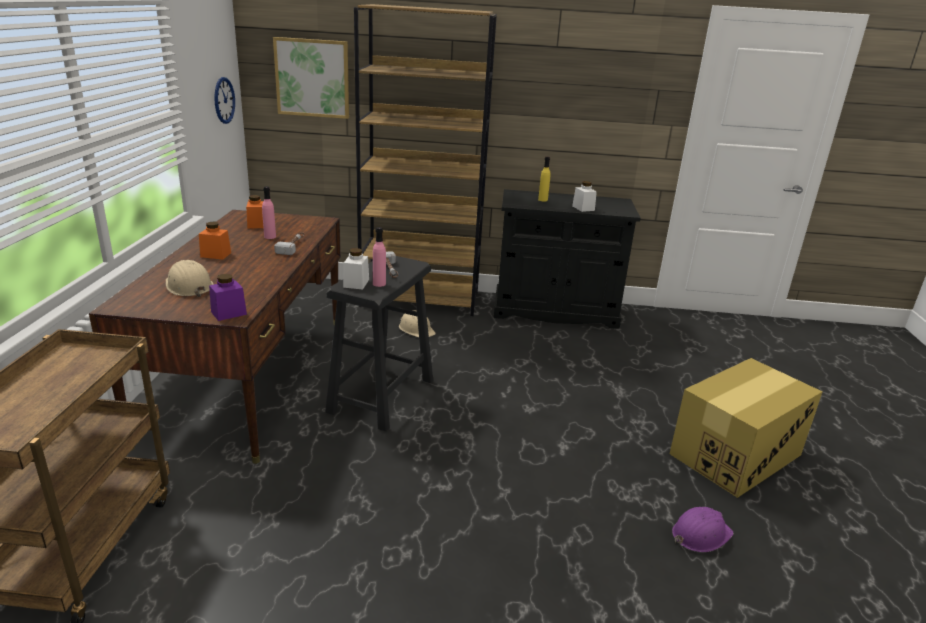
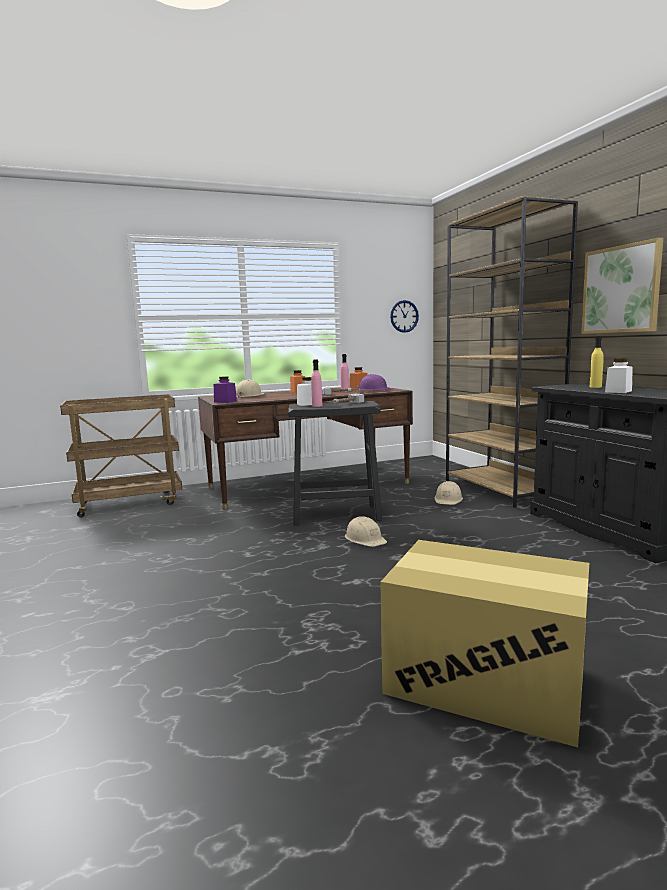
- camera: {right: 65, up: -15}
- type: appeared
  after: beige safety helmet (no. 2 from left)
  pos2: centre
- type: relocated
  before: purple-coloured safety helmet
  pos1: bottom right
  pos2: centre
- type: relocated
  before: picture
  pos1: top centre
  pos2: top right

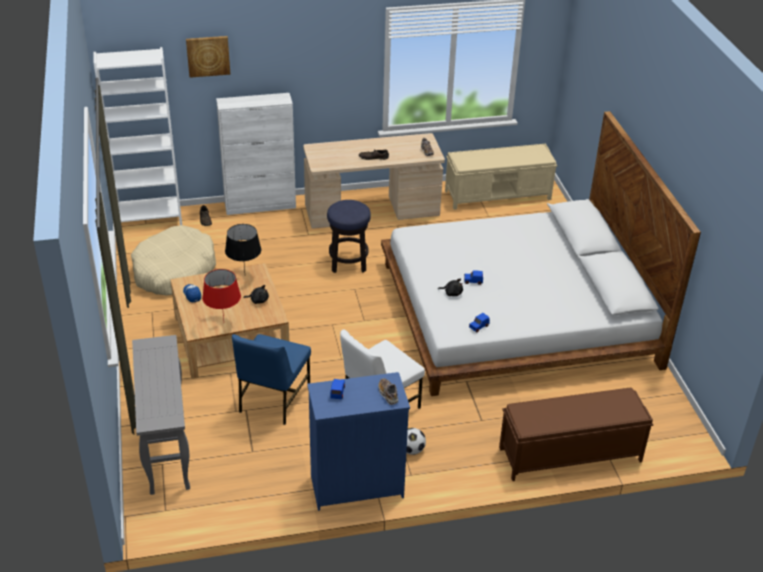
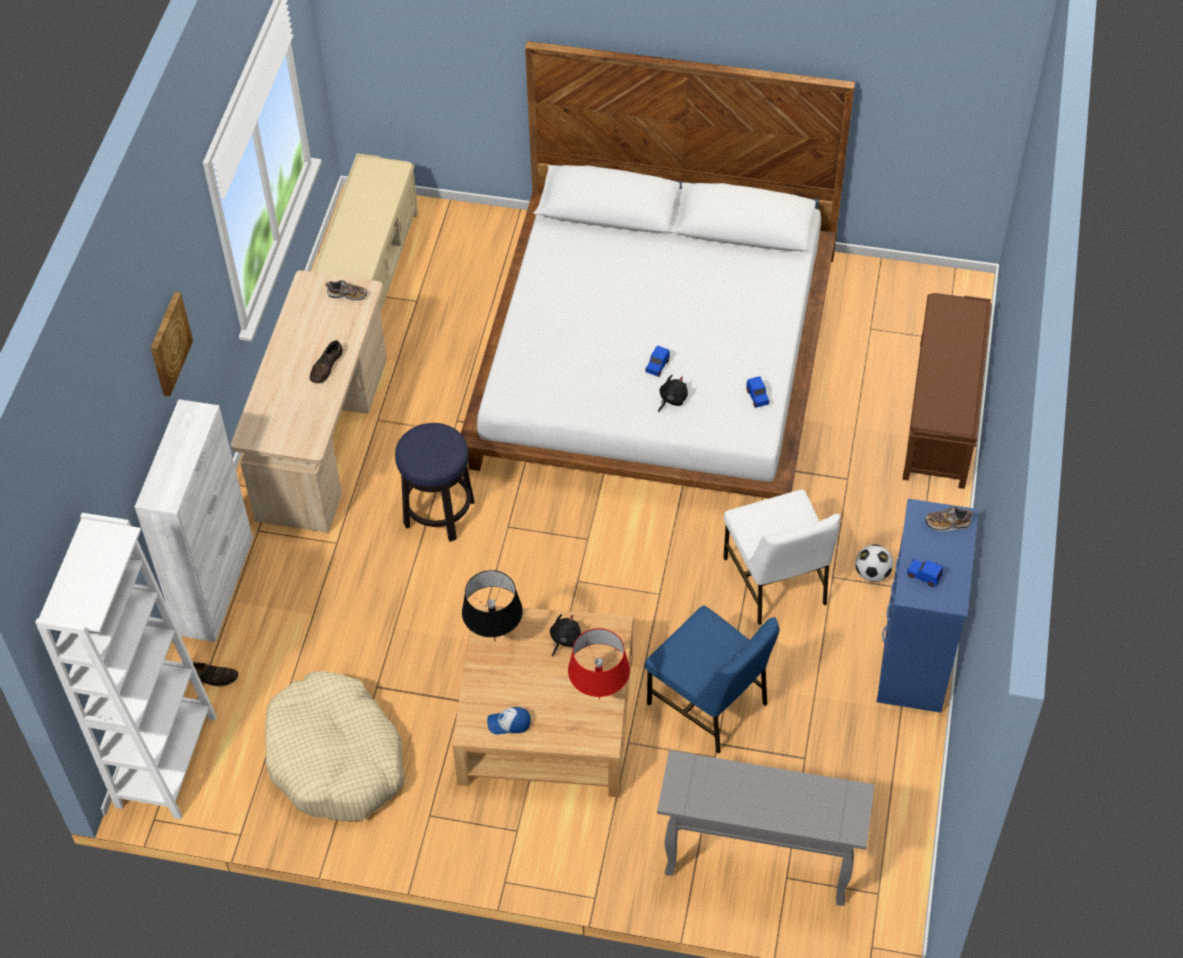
- camera: {right: -65, up: 15}
- type: relocated
  before: picture
  pos1: top left
  pos2: middle left

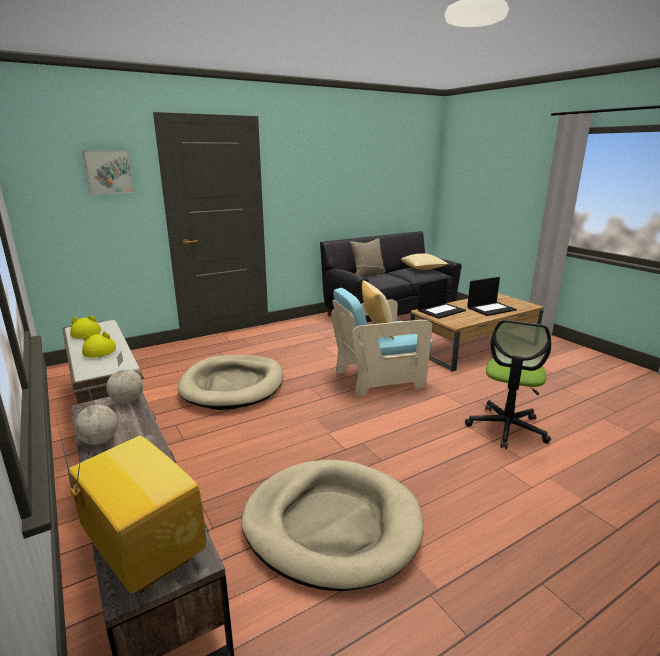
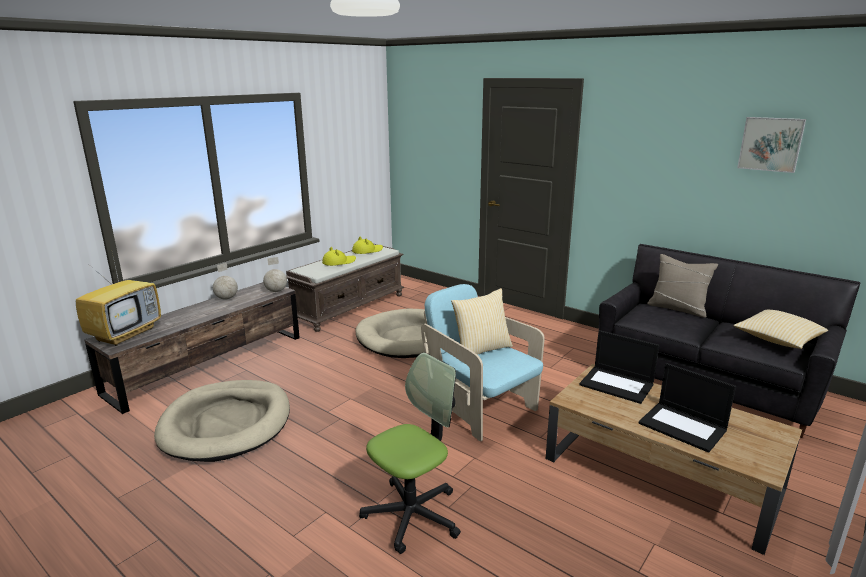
- camera: {right: 70, up: 0}
- type: spun
  before: computer chair
  pos1: middle right
  pos2: bottom centre
  turn: 135
- type: relocated
  before: picture
  pos1: top left
  pos2: top right

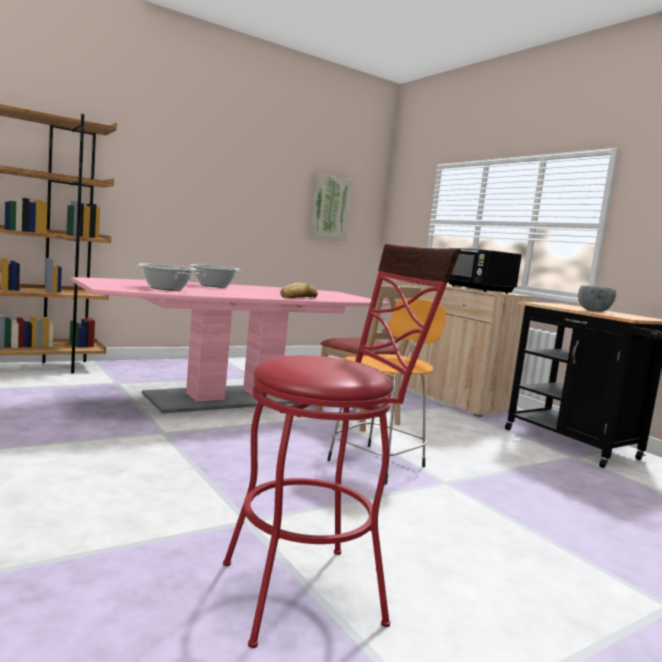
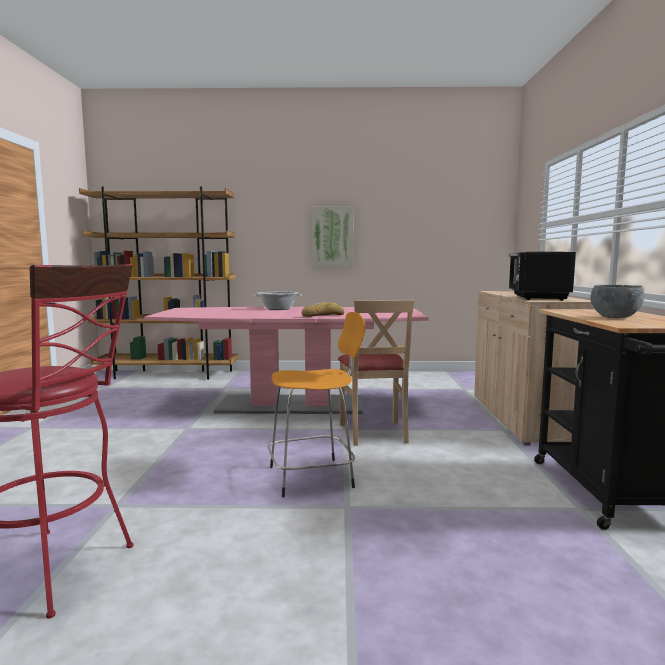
- camera: {right: 35, up: 0}
- type: relocated
  before: picture
  pos1: top centre
  pos2: centre
- type: missing
  before: stockpot (no. 1 from left)
  pos1: middle left

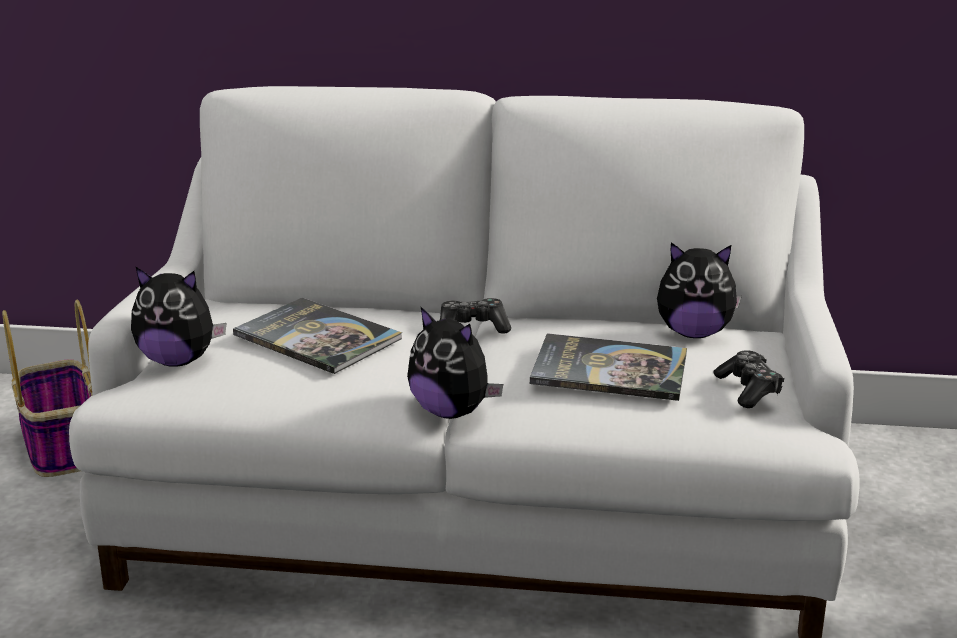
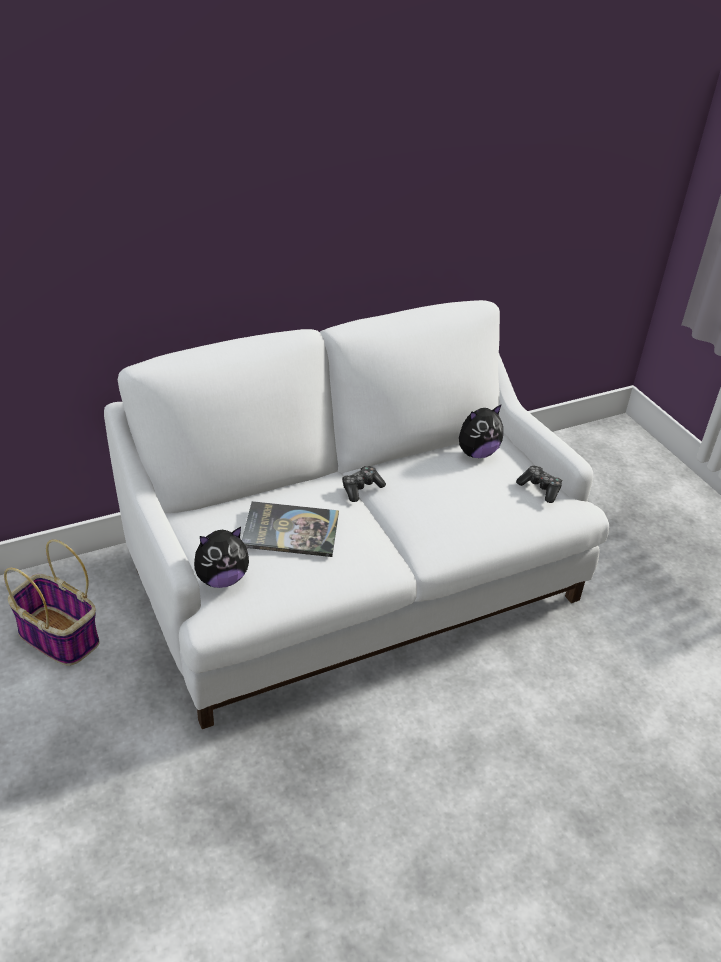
- camera: {right: -35, up: 15}
- type: missing
  before: plush toy (no. 2 from left)
  pos1: centre
- type: missing
  before: volume (no. 2 from left)
  pos1: centre

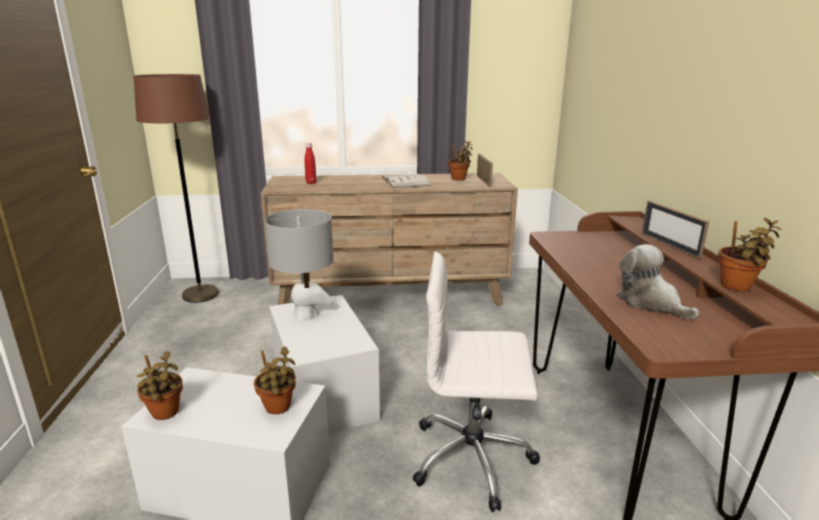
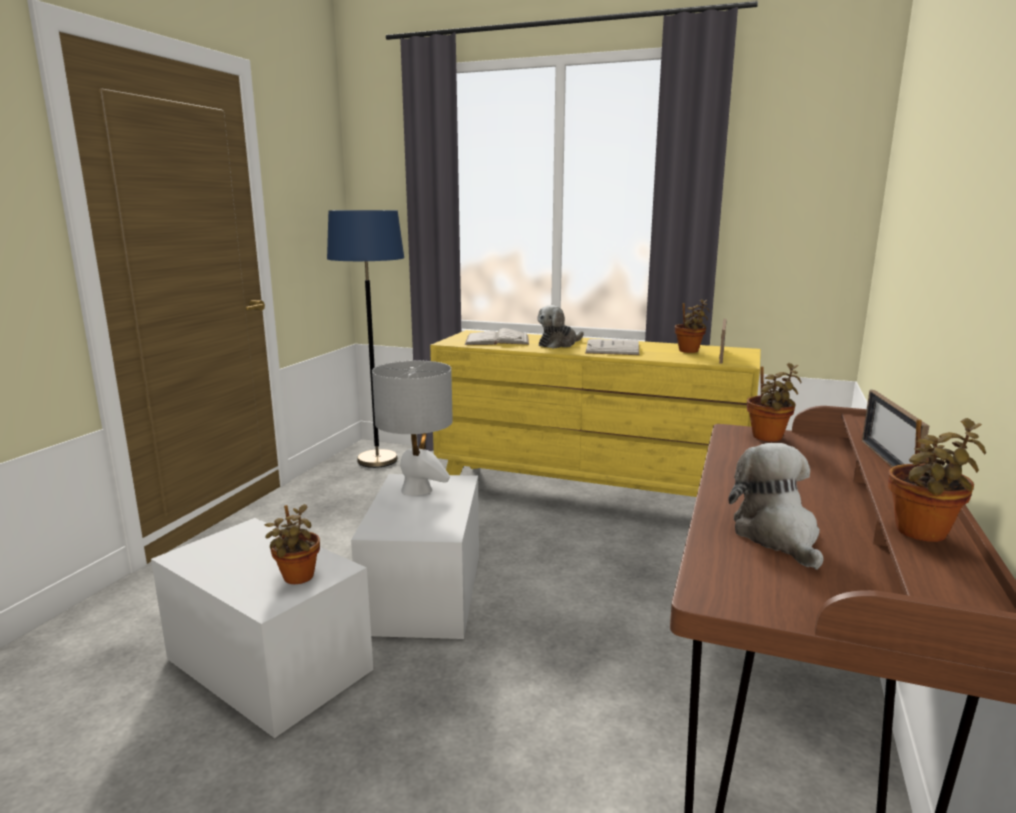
- camera: {right: 25, up: -5}
- type: colour
  before: brown-coloured standard lamp
  after: blue standard lamp
  pos1: middle left
  pos2: centre
- type: colour
  before: brown-coloured dresser
  after: yellowish dresser
  pos1: centre
  pos2: centre
- type: exchanged
  before: red-coloured bottle
  after: white volume (no. 1 from left)
  pos1: top centre
  pos2: centre
- type: appeared
  after: plush toy (no. 1 from left)
  pos2: centre
- type: relocated
  before: houseplant (no. 1 from left in the first image)
  after: houseplant (no. 3 from left)
  pos1: bottom left
  pos2: middle right
- type: missing
  before: white computer chair
  pos1: bottom centre

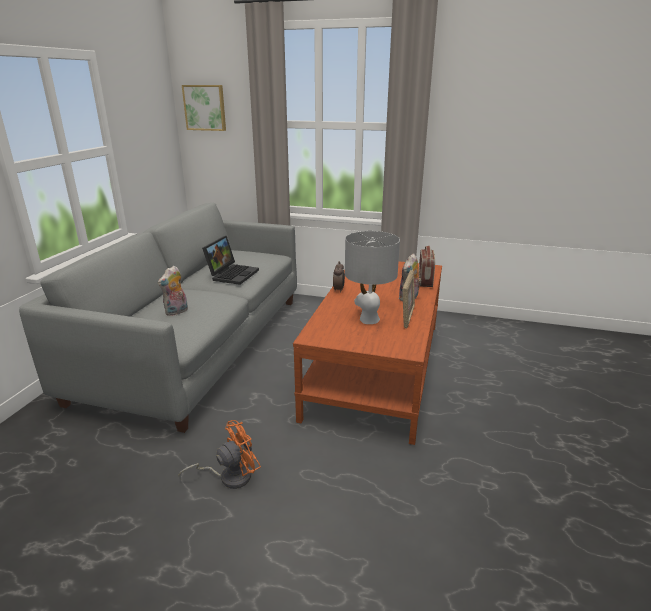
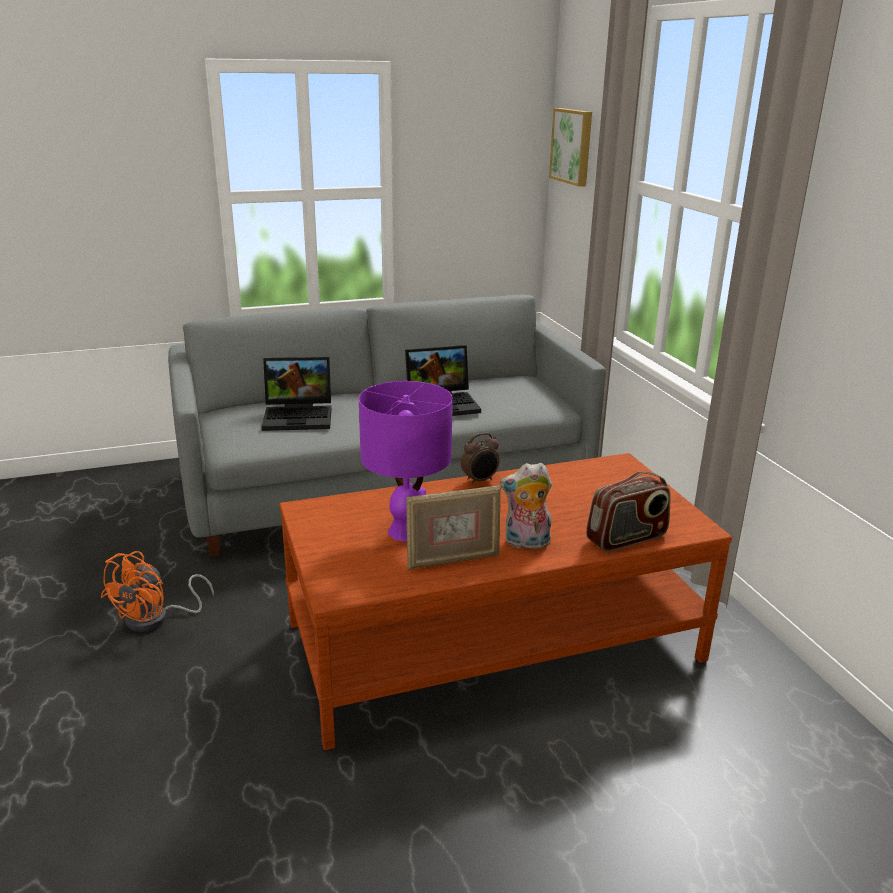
- camera: {right: 55, up: 0}
- type: spun
  before: orange-coloured cooling fan
  pos1: bottom centre
  pos2: middle left
  turn: 90
- type: exchanged
  before: plush toy (no. 1 from left)
  after: notebook computer (no. 1 from left)
  pos1: middle left
  pos2: middle left
- type: colour
  before: gray tabletop lamp
  after: purple-coloured tabletop lamp
  pos1: centre
  pos2: centre

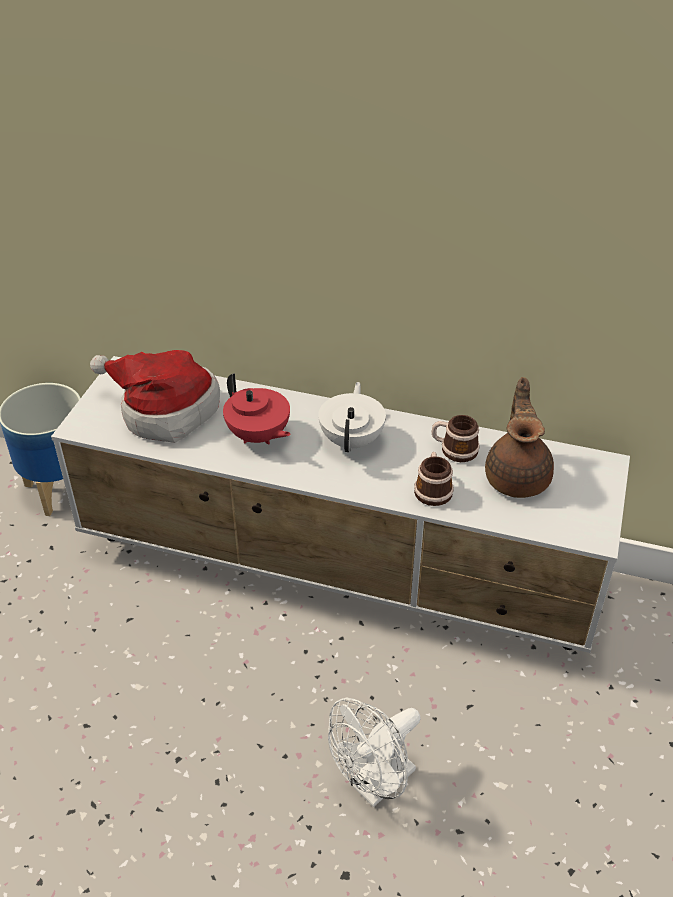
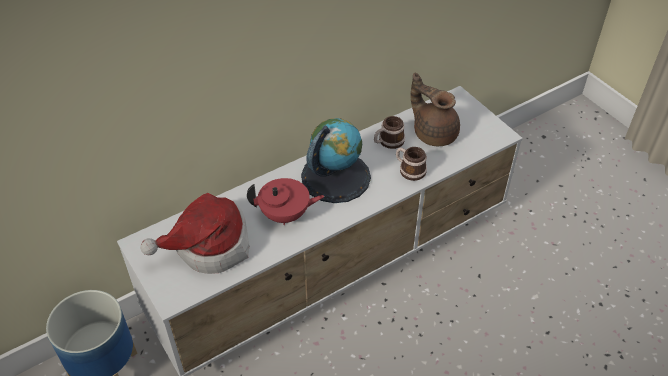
- camera: {right: -50, up: 5}
- type: exchanged
  before: white teapot
  after: world globe
  pos1: centre
  pos2: centre
- type: missing
  before: white cooling fan
  pos1: bottom centre

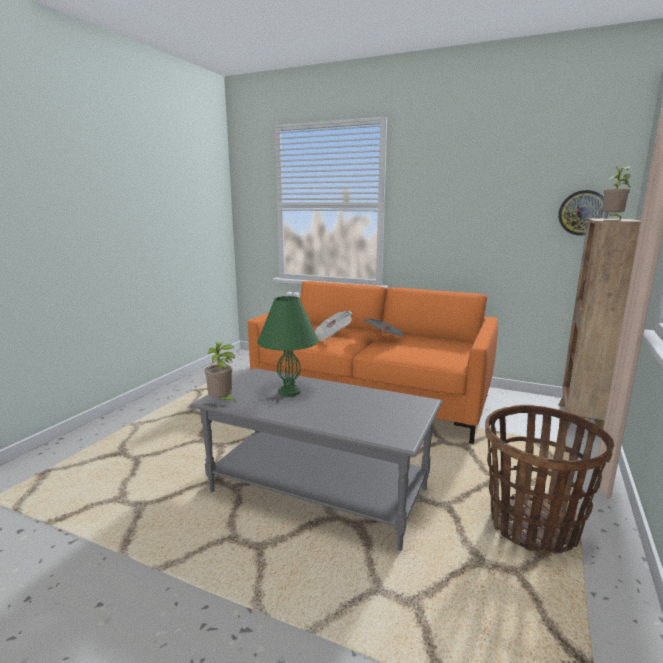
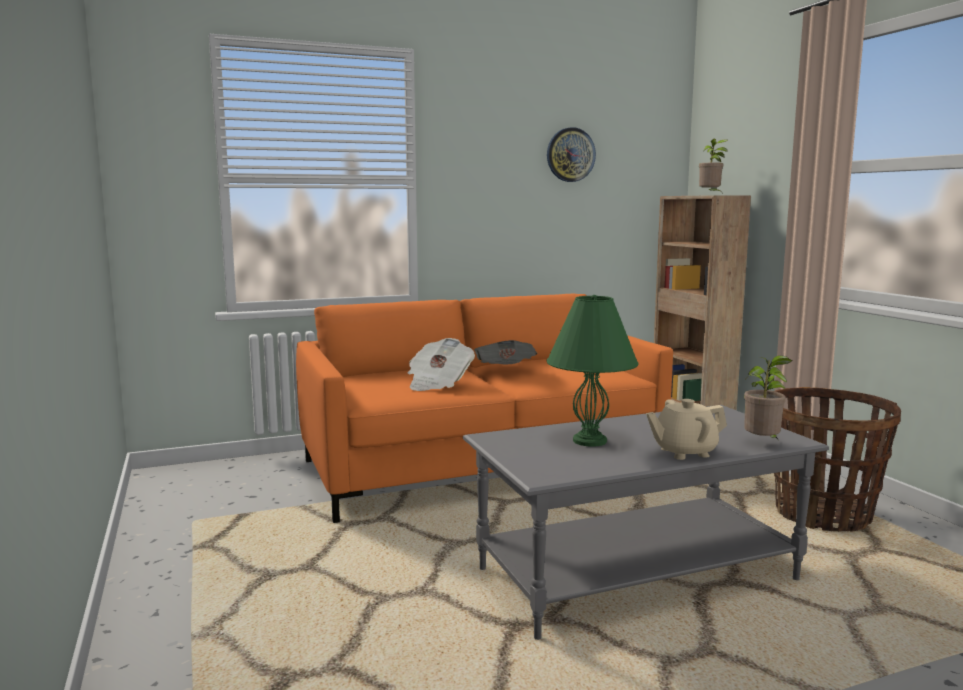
- camera: {right: -45, up: -5}
- type: relocated
  before: clock on the wall
  pos1: top right
  pos2: top centre
- type: appeared
  after: beige teapot
  pos2: middle right
- type: relocated
  before: houseplant (no. 1 from left in the first image)
  after: houseplant (no. 2 from left)
  pos1: middle left
  pos2: middle right

